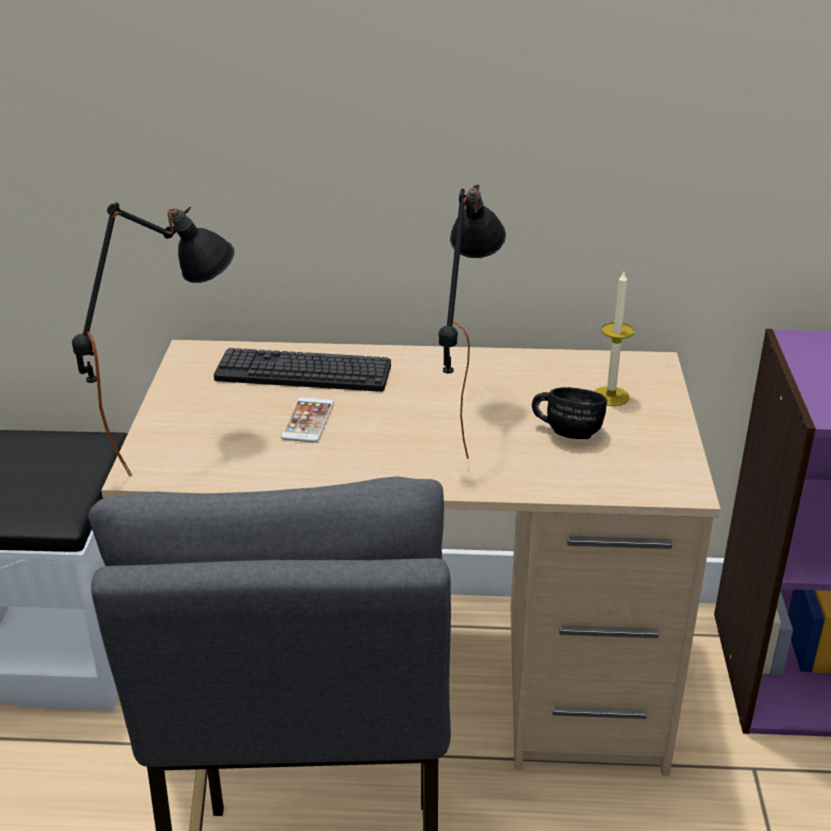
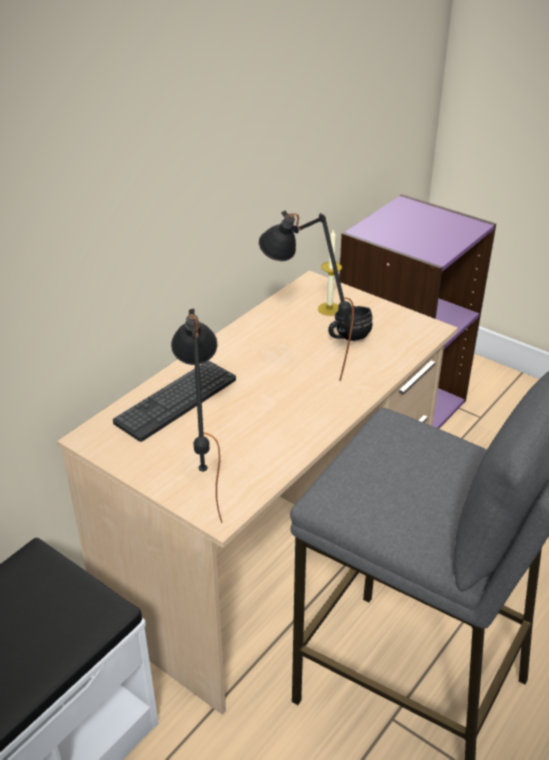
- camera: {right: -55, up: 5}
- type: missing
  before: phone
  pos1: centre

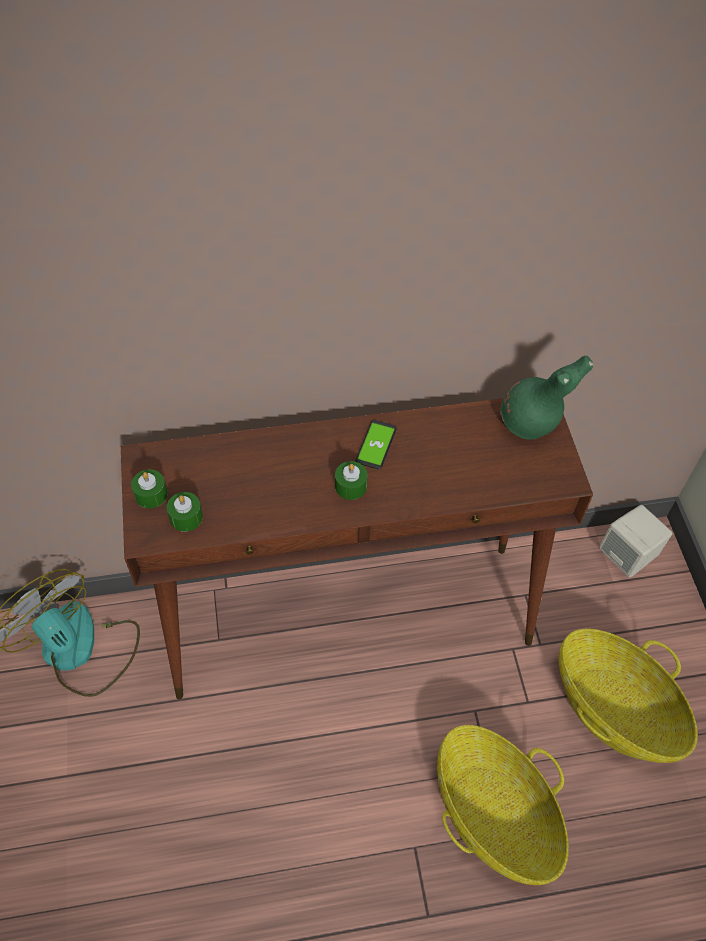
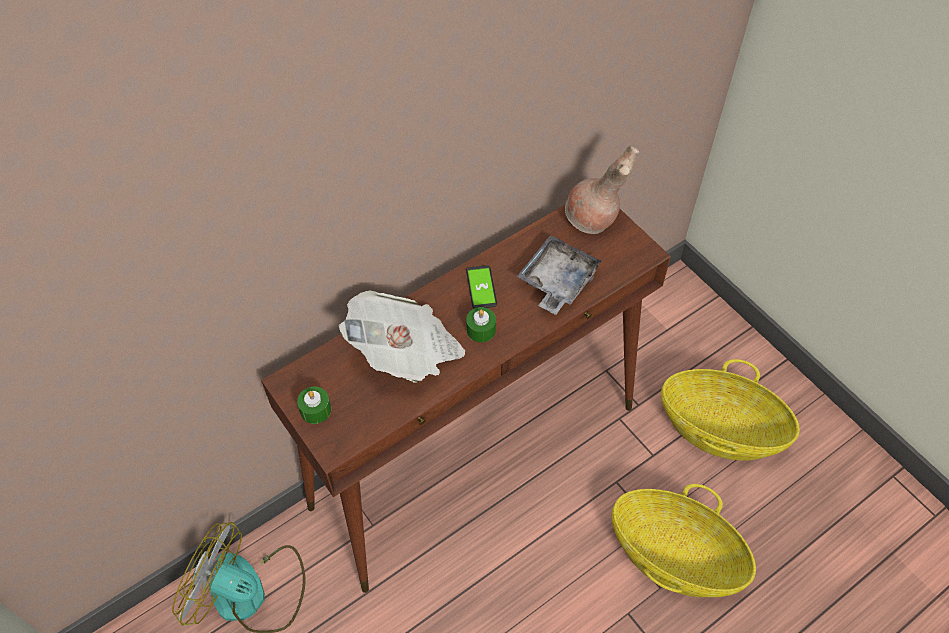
- camera: {right: -25, up: 0}
- type: appeared
  after: printed paper
  pos2: centre
- type: appeared
  after: gray tray
  pos2: centre
- type: colour
  before: green-coloured flower vase
  after: brown-coloured flower vase
  pos1: middle right
  pos2: top centre
- type: missing
  before: green-coloured candle (no. 2 from left)
  pos1: middle left
- type: missing
  before: beige loudspeaker
  pos1: middle right

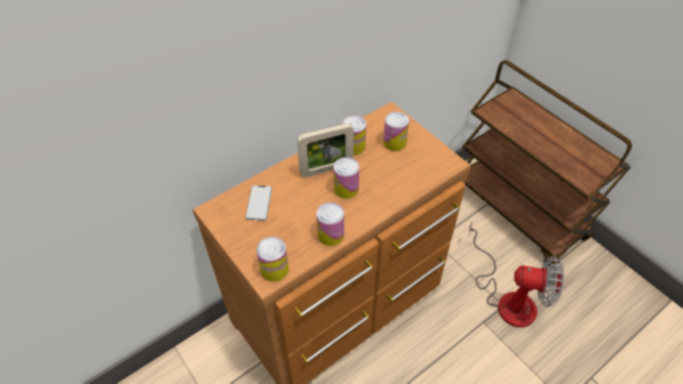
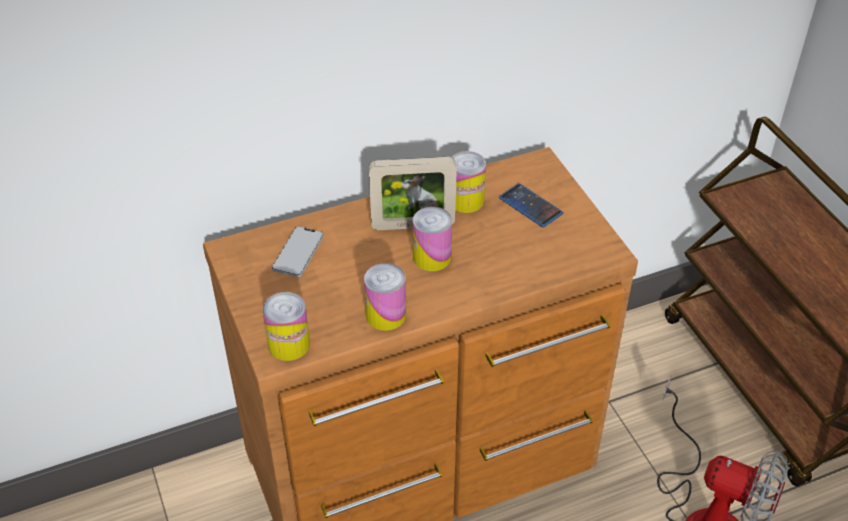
- camera: {right: 15, up: -5}
- type: exchanged
  before: sealed can (no. 5 from left)
  after: phone (no. 2 from left)
  pos1: centre
  pos2: centre

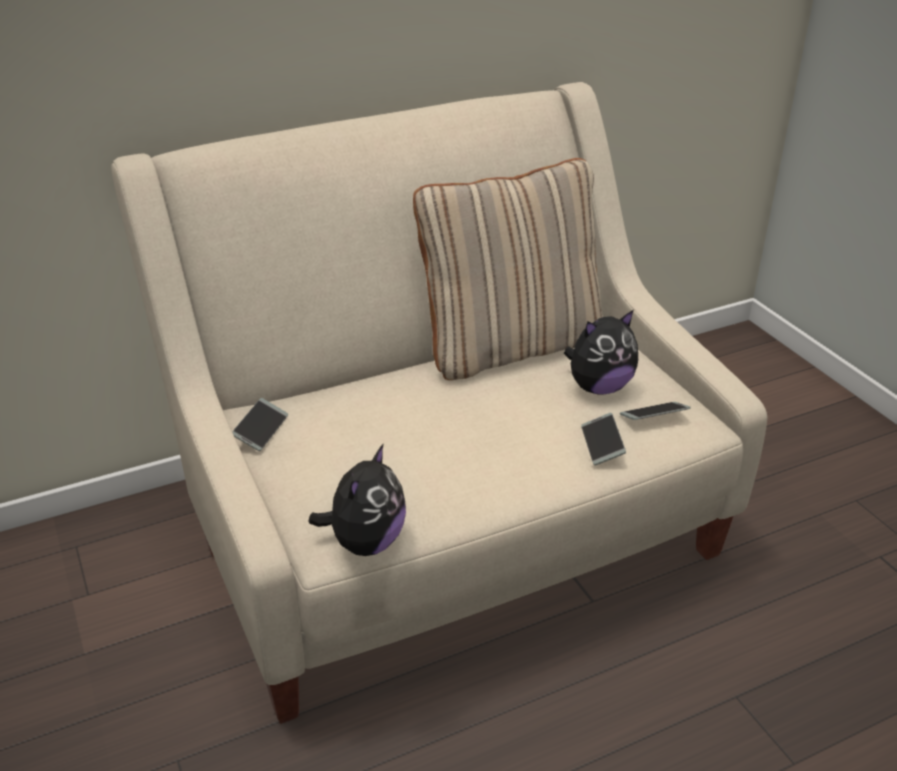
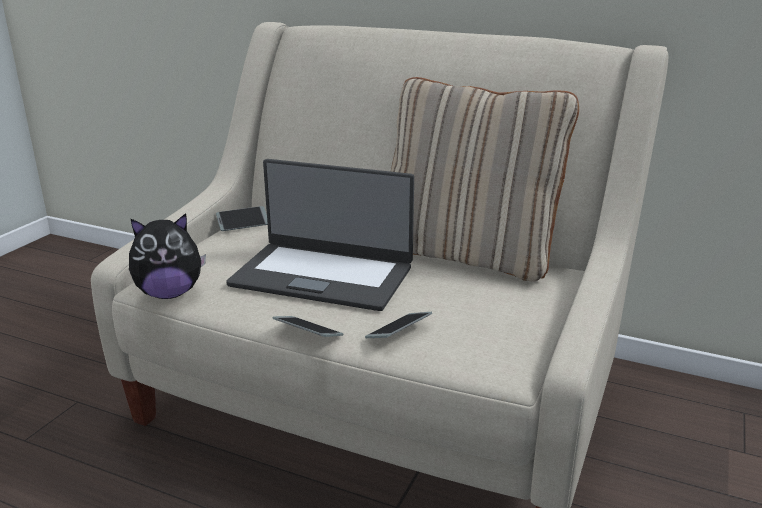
- camera: {right: 50, up: -10}
- type: appeared
  after: notebook computer
  pos2: centre
- type: relocated
  before: phone (no. 3 from left in the first image)
  after: phone (no. 2 from left)
  pos1: middle right
  pos2: centre
- type: missing
  before: plush toy (no. 2 from left)
  pos1: middle right

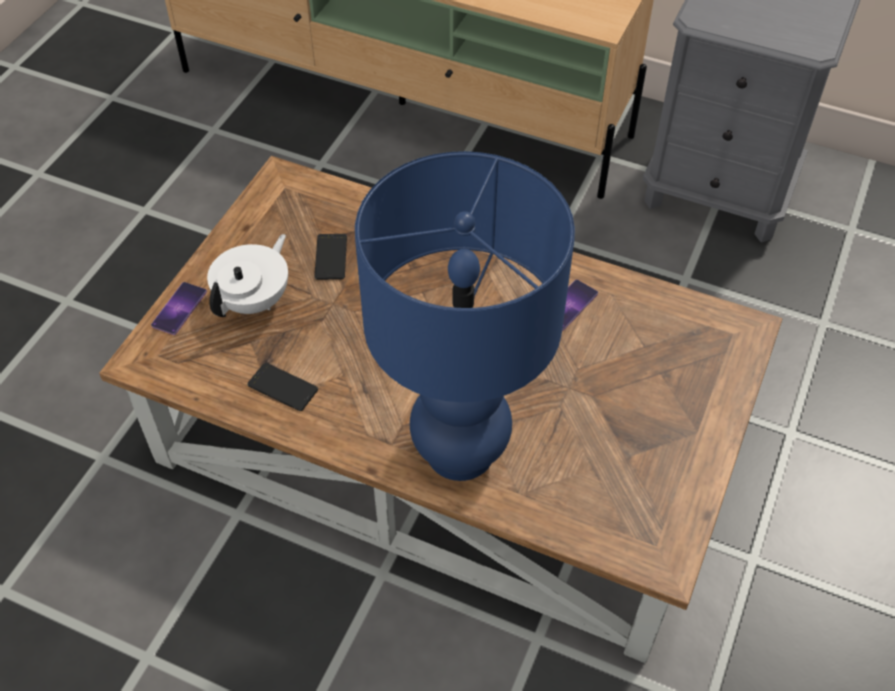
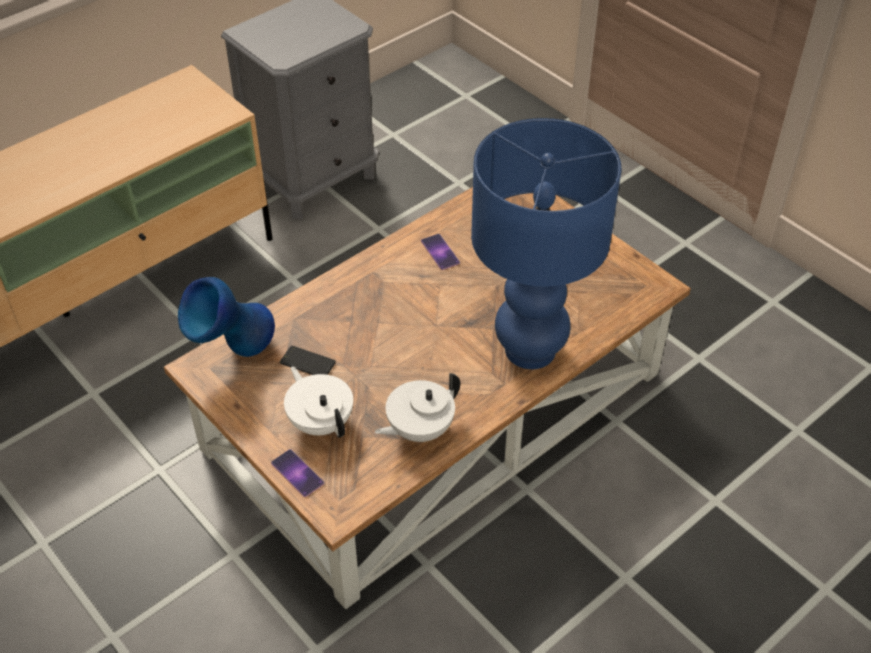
- camera: {right: -65, up: -5}
- type: appeared
  after: blue flower vase
  pos2: middle left
- type: exchanged
  before: phone (no. 2 from left)
  after: white teapot (no. 2 from left)
  pos1: middle left
  pos2: centre

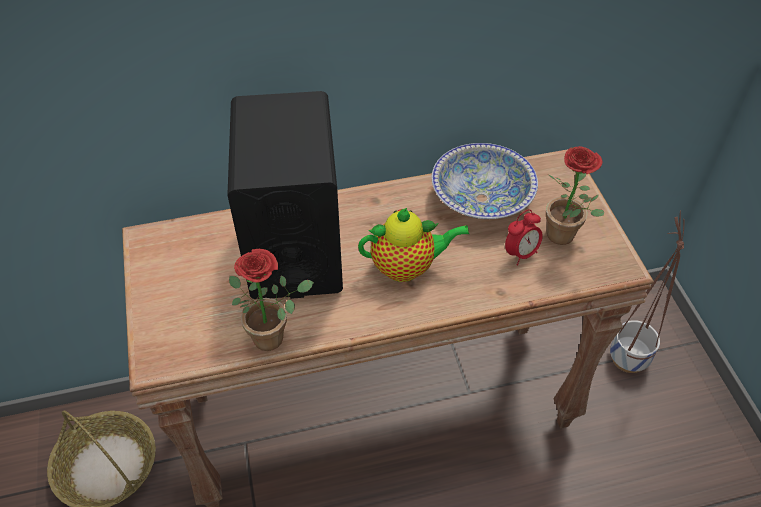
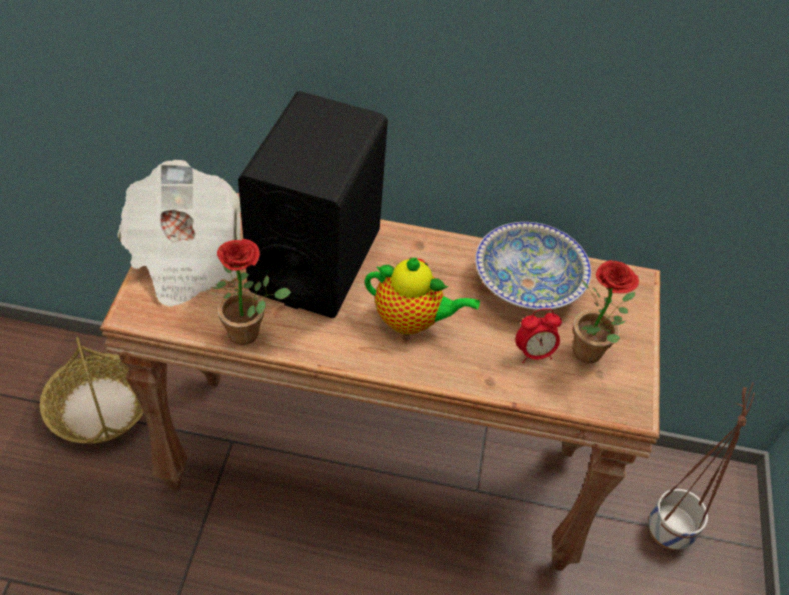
- camera: {right: 20, up: 0}
- type: appeared
  after: printed paper
  pos2: middle left

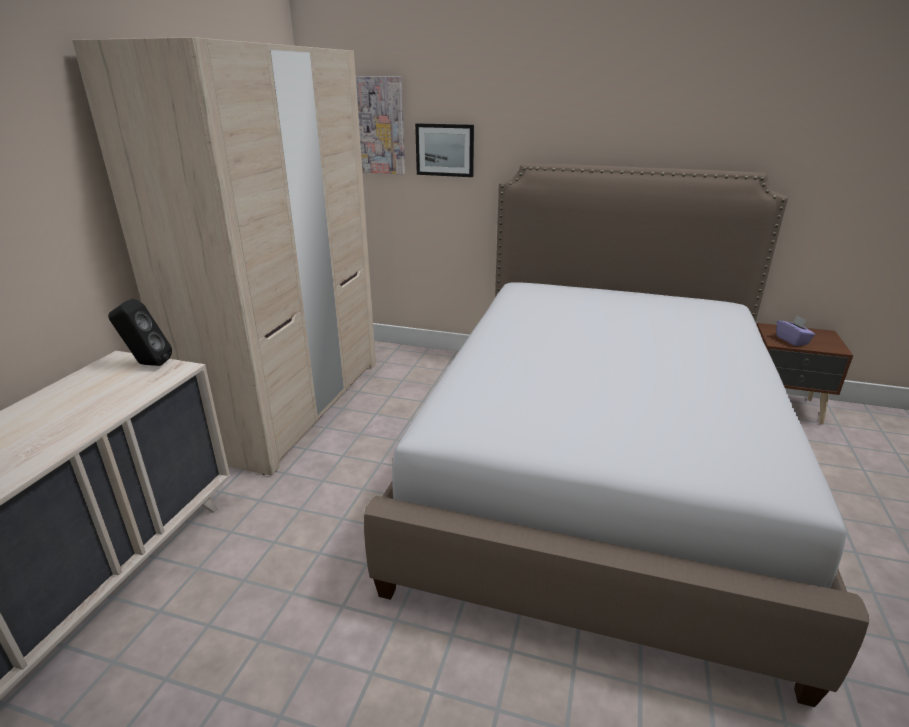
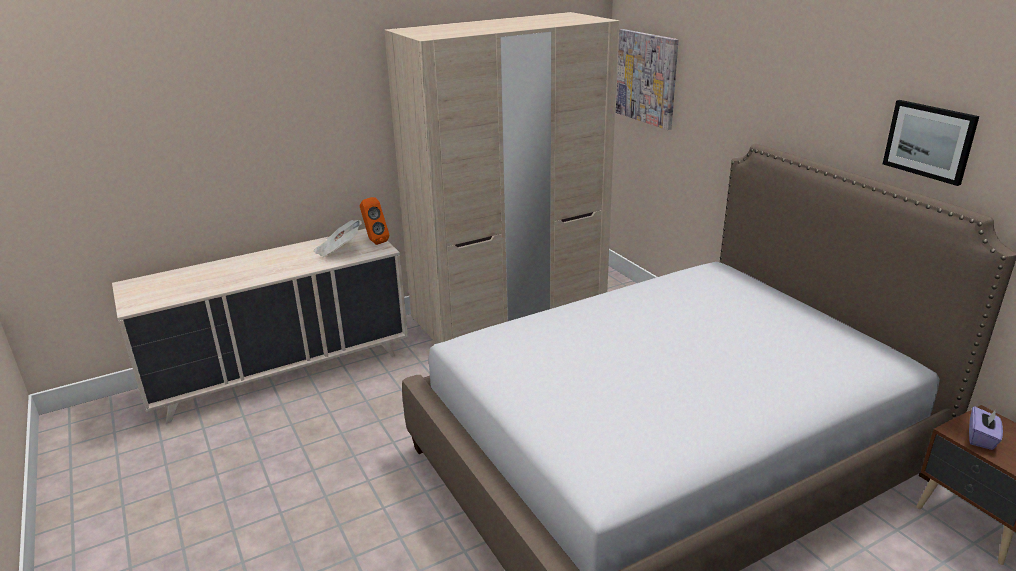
- camera: {right: 45, up: 0}
- type: appeared
  after: printed paper
  pos2: middle left
- type: colour
  before: blackish loudspeaker
  after: orange-coloured loudspeaker
  pos1: middle left
  pos2: centre
- type: relocated
  before: picture (no. 2 from left)
  pos1: top centre
  pos2: top right

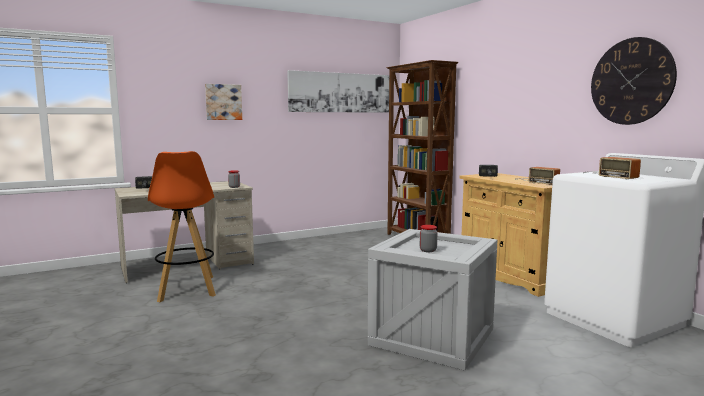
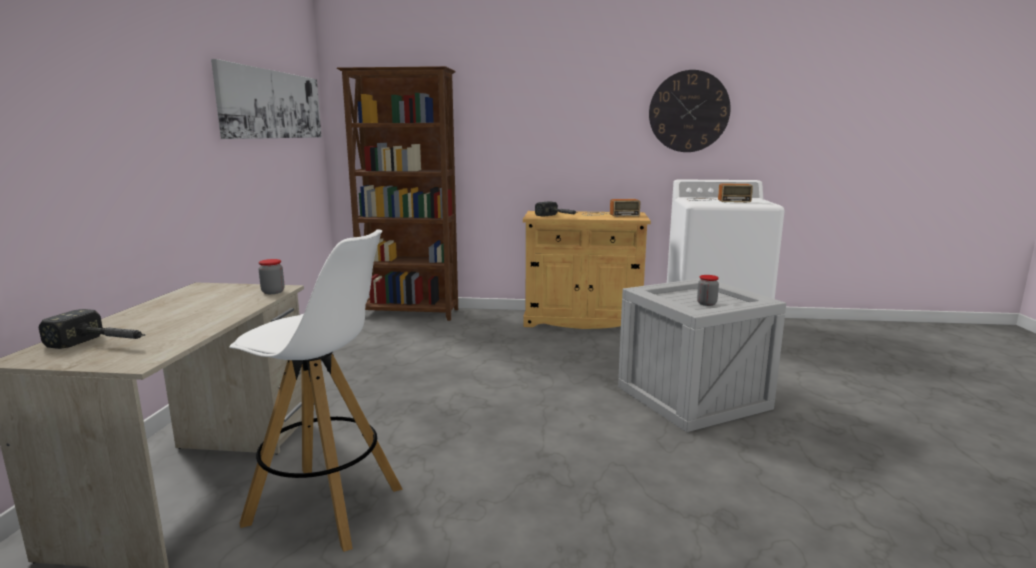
- camera: {right: -55, up: 5}
- type: colour
  before: orange-coloured sitting stool
  after: white sitting stool
  pos1: middle left
  pos2: bottom left
- type: missing
  before: picture (no. 1 from left)
  pos1: top left

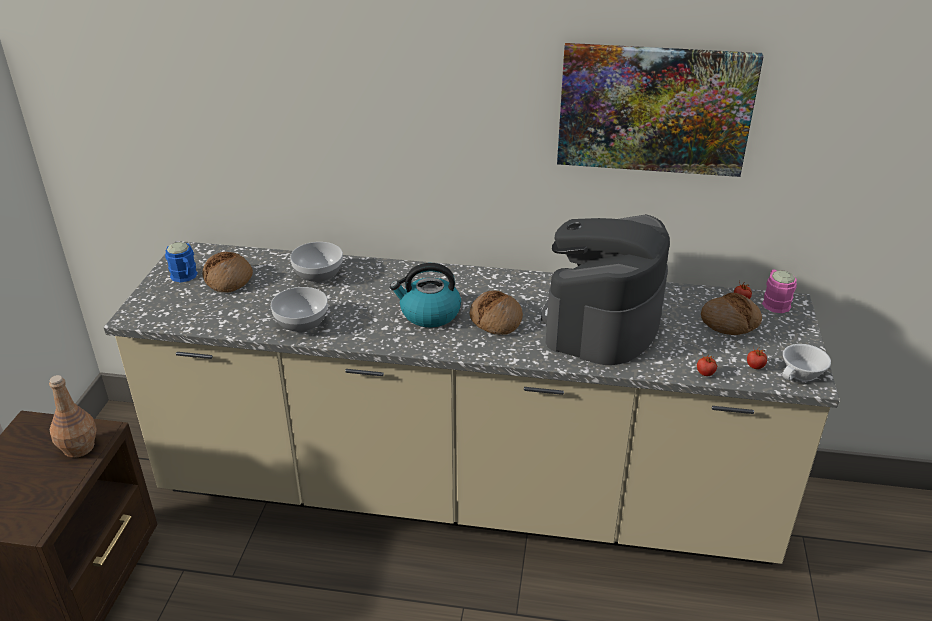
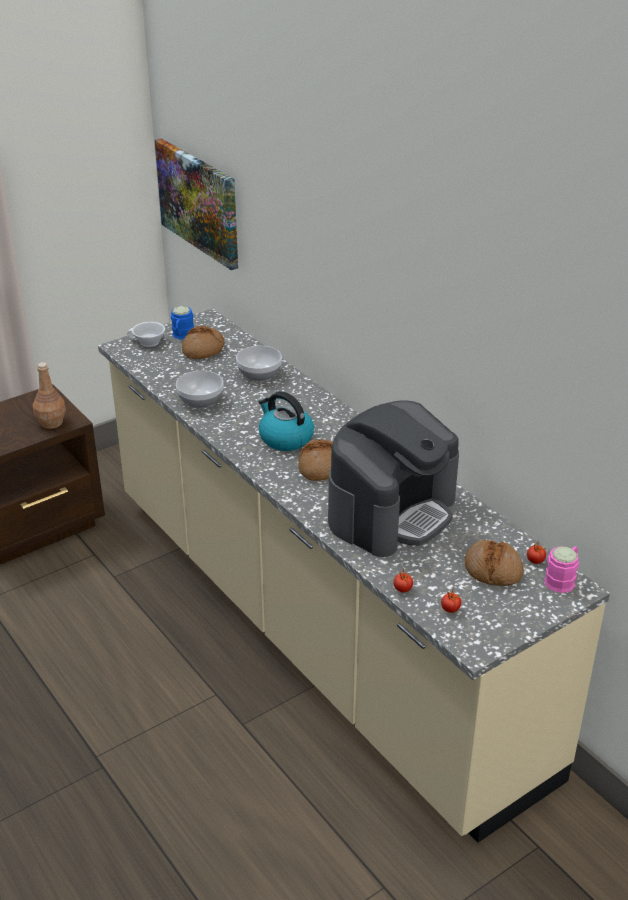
- camera: {right: 45, up: 0}
- type: relocated
  before: white cup
  pos1: middle right
  pos2: middle left
- type: relocated
  before: picture
  pos1: top right
  pos2: top left
- type: spun
  before: coffee machine
  pos1: centre
  pos2: centre
  turn: 150

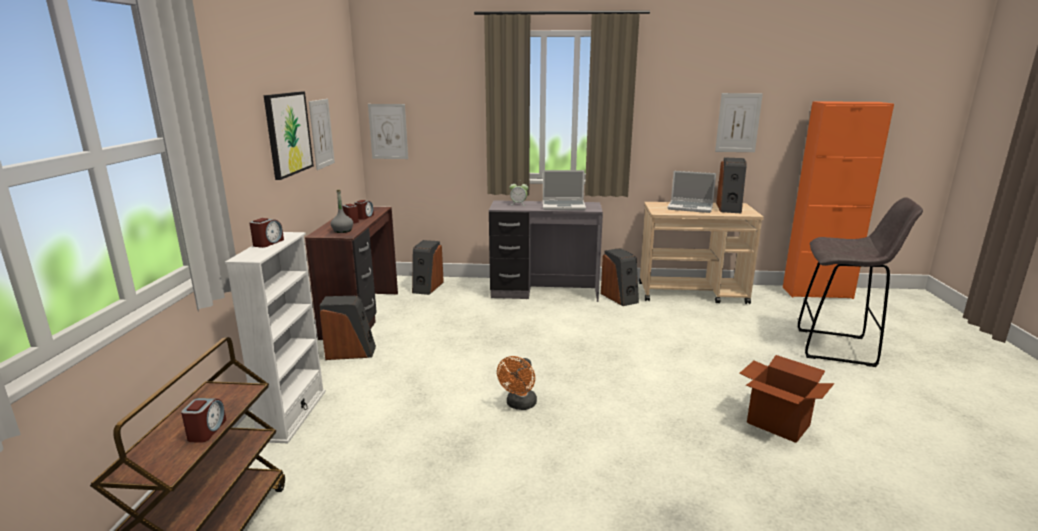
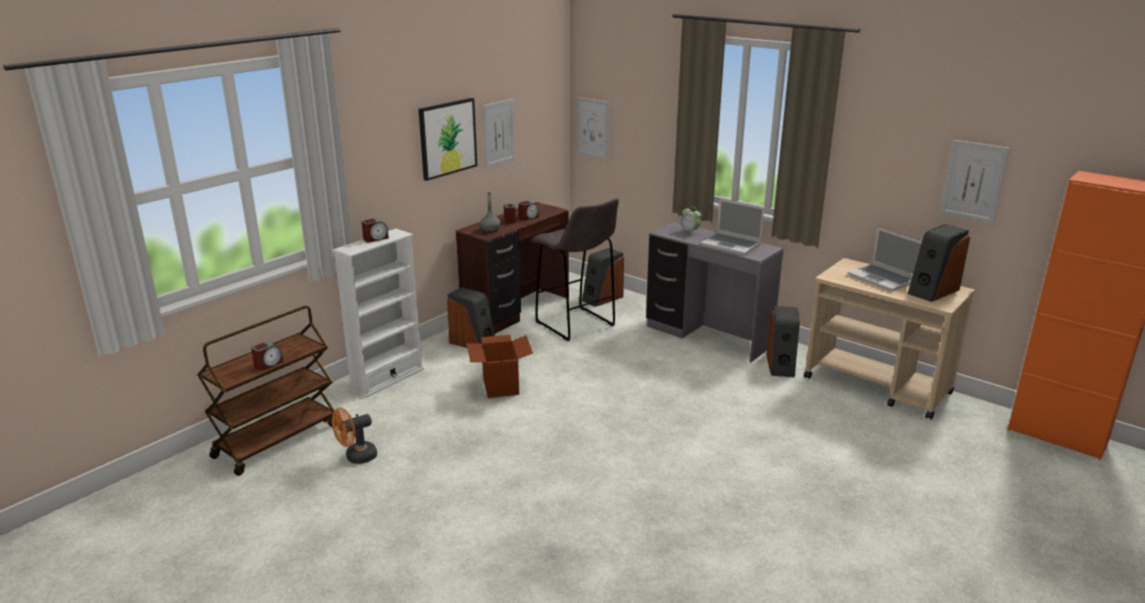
- camera: {right: 35, up: 5}
- type: relocated
  before: orange-coloured cooling fan
  pos1: bottom centre
  pos2: bottom left
- type: relocated
  before: carton
  pos1: bottom right
  pos2: centre
- type: relocated
  before: gray sitting stool
  pos1: middle right
  pos2: centre

